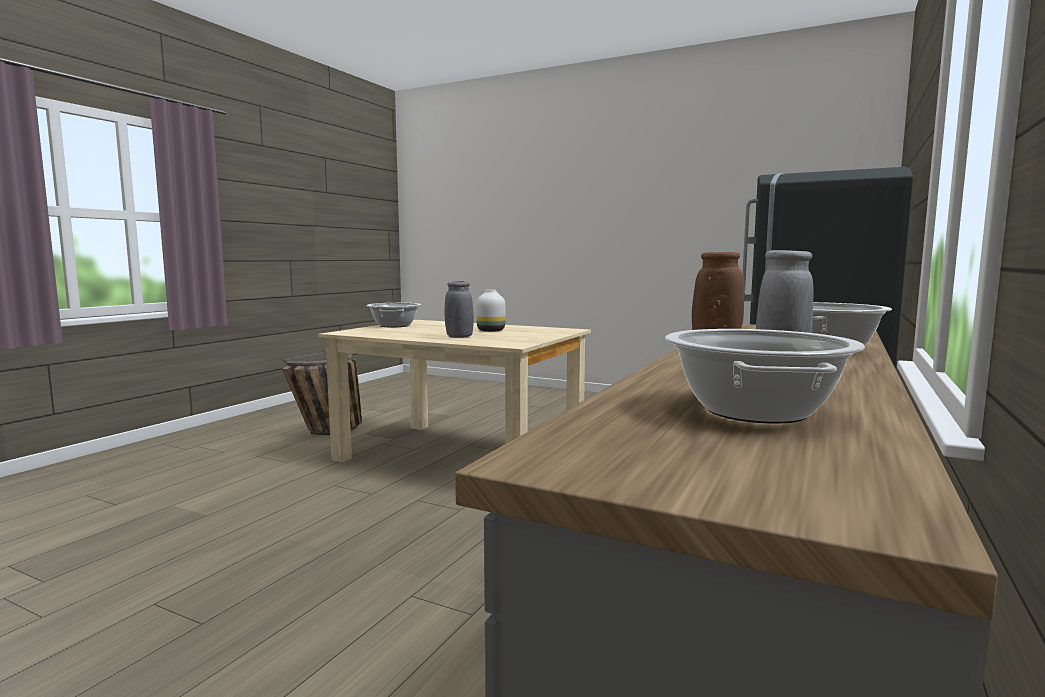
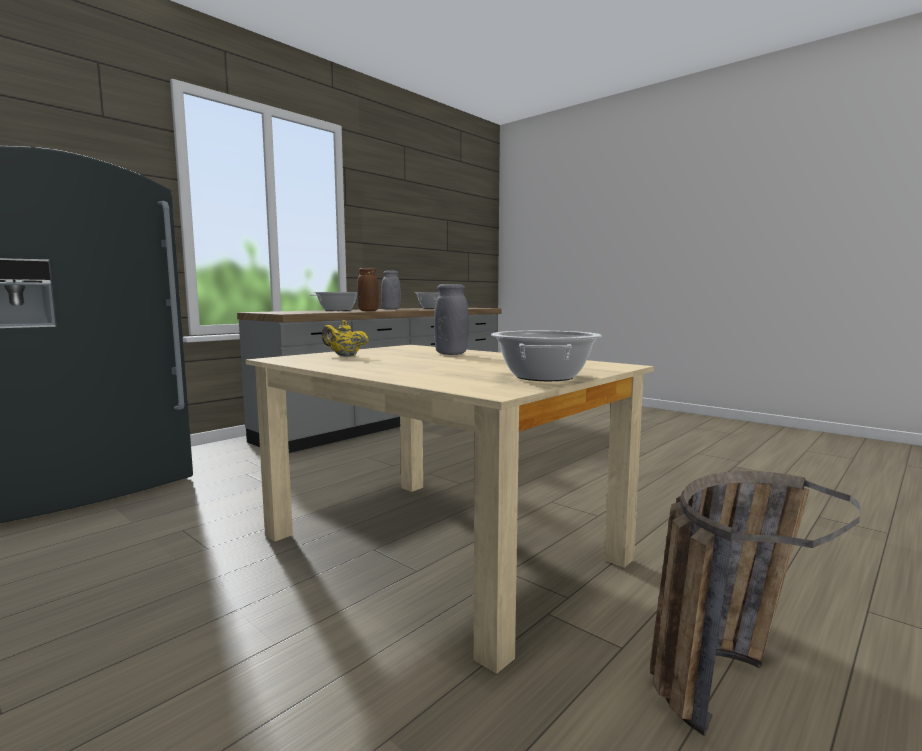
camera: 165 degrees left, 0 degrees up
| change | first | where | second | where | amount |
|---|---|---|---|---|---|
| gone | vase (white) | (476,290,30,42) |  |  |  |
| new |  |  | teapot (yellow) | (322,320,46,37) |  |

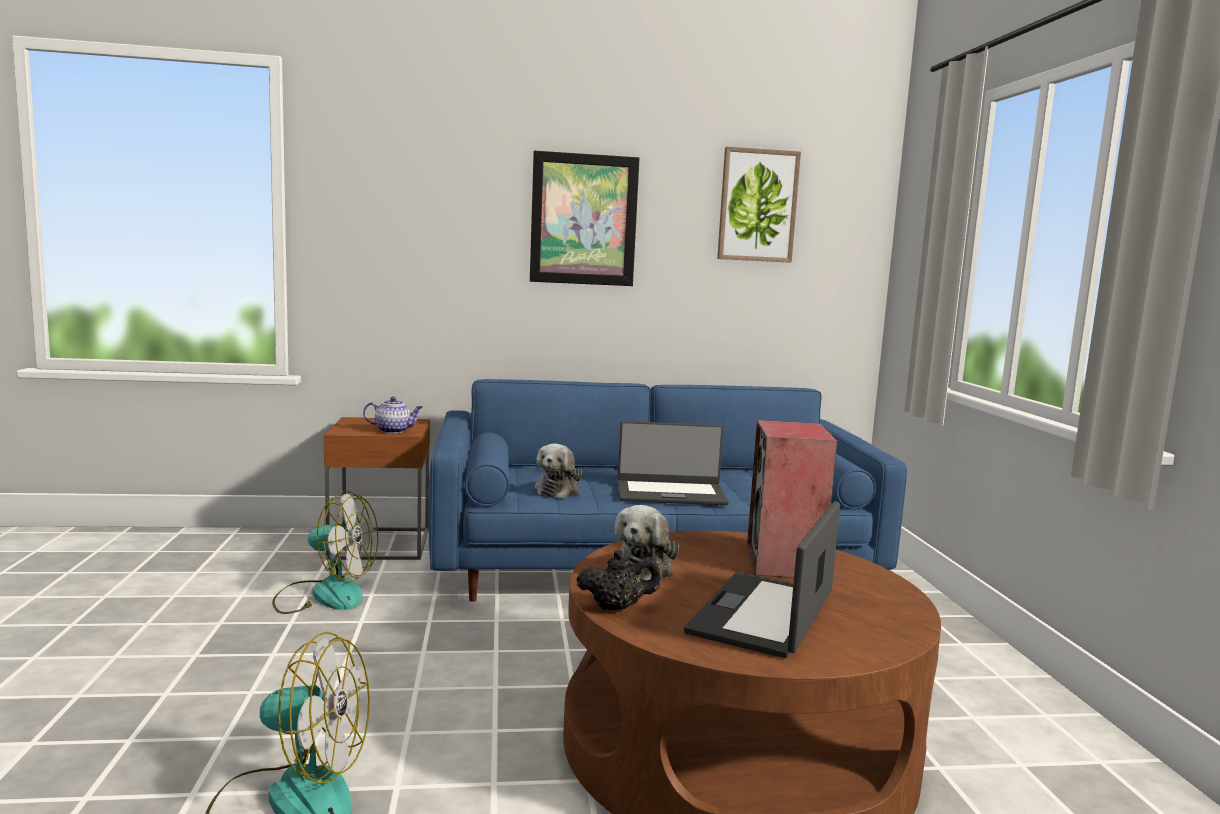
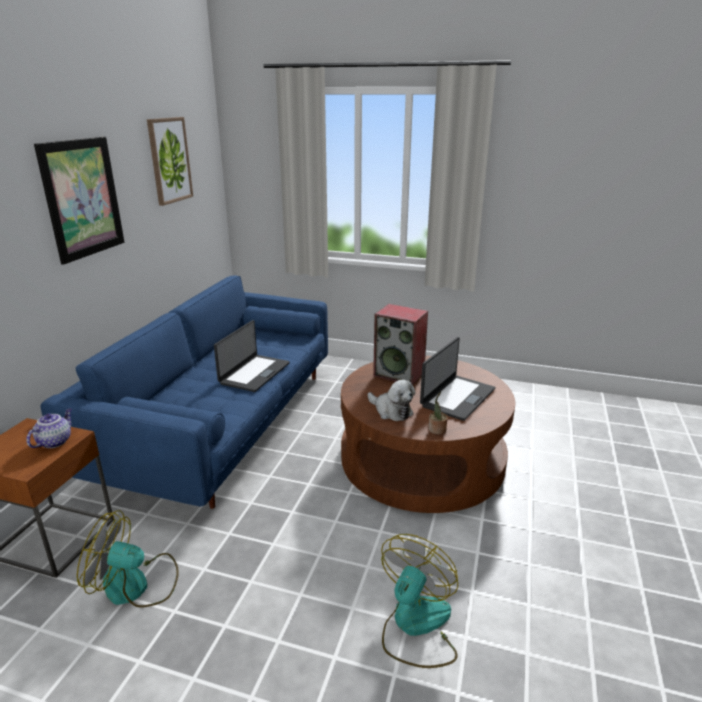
camera: 65 degrees left, 15 degrees up
| change | first | where | second | where | amount |
|---|---|---|---|---|---|
| gone | plush toy | (535,444,47,55) |  |  |  |
| swapped | teapot (black) | (576,550,86,61) | potted plant | (429,391,19,44) |  |
| rotated | fan | (272,491,106,123) |  | (77,510,102,98) | 120 degrees counterclockwise |
| rotated | laptop | (684,501,156,157) |  | (420,337,75,84) | 105 degrees counterclockwise |

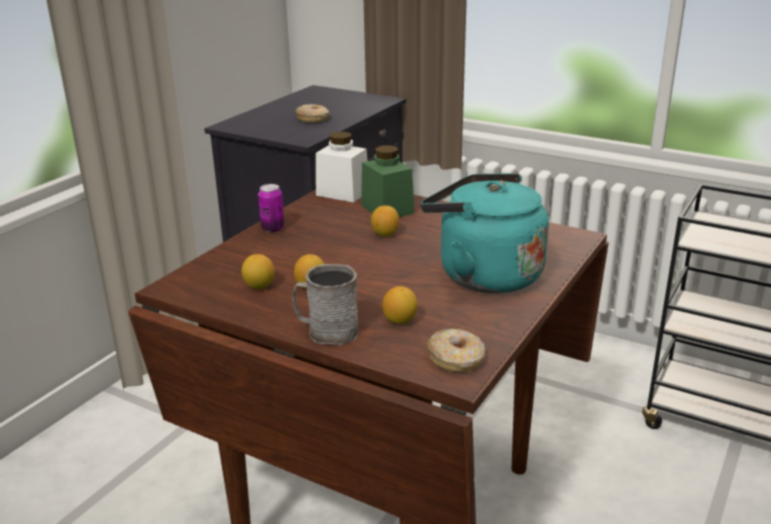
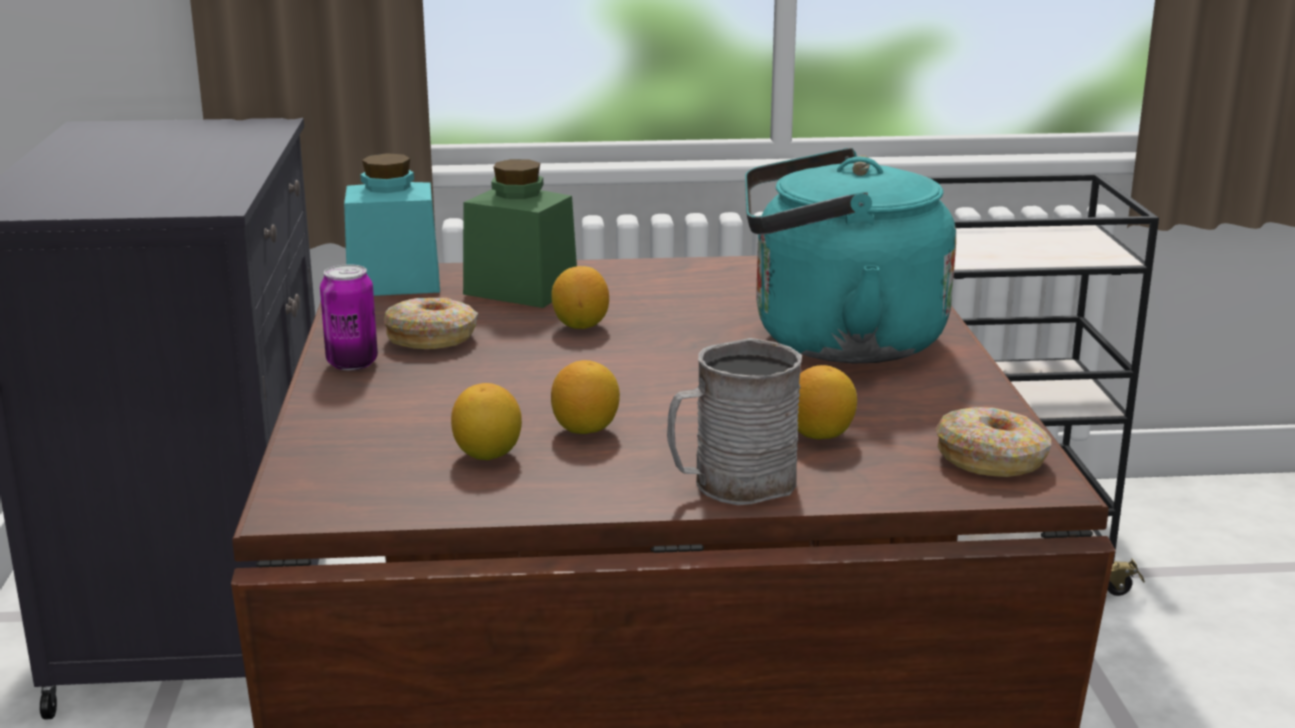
camera: 35 degrees left, 5 degrees down
| change | first | where | second | where | amount |
|---|---|---|---|---|---|
| shifted | donut | (296,104,33,18) |  | (384,298,94,51) |  |
| repainted | jar (white) | (316,132,51,70) | jar (turquoise) | (344,153,96,143) |  |

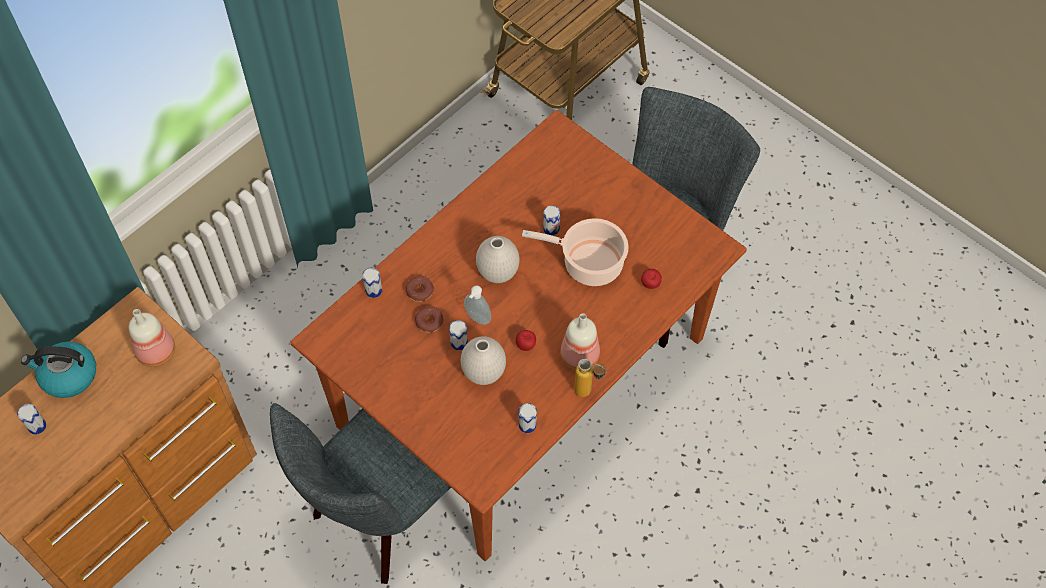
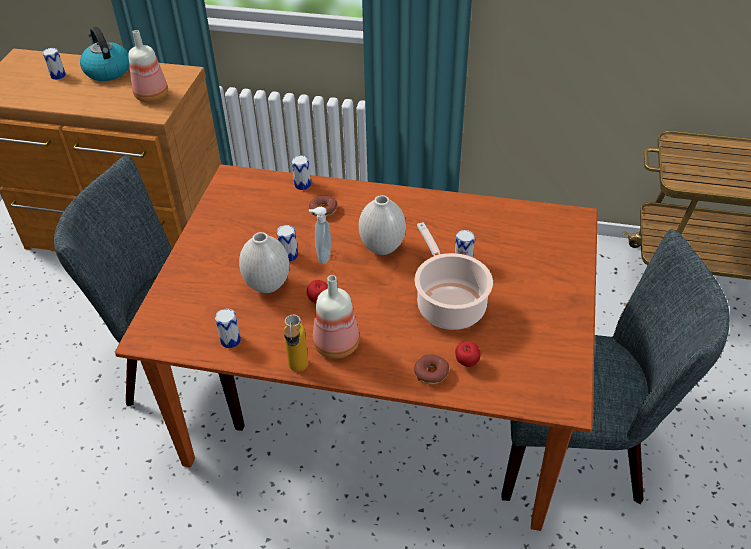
camera: 60 degrees right, 15 degrees down
| change | first | where | second | where | amount |
|---|---|---|---|---|---|
| shifted | donut | (415,306,29,27) |  | (414,354,35,30) |  |

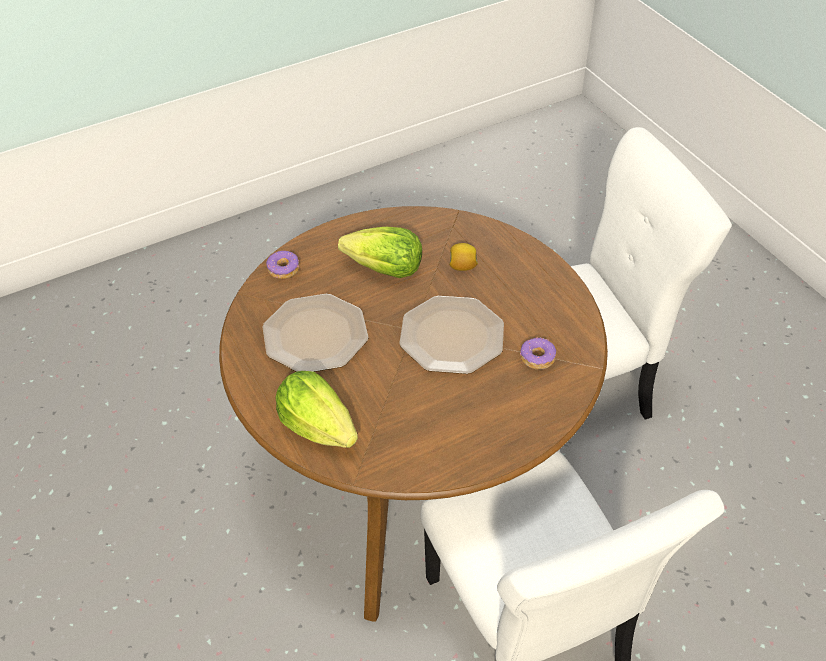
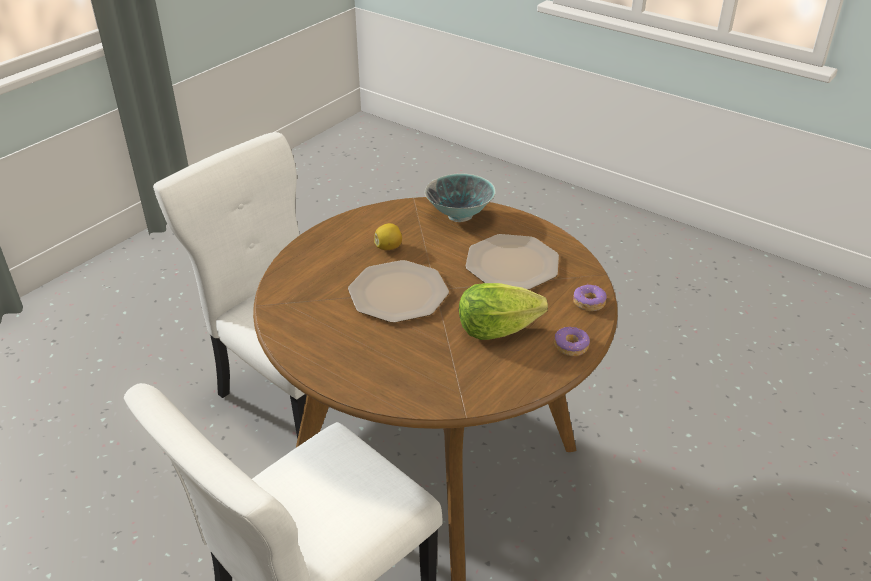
camera: 155 degrees right, 10 degrees down
| change | first | where | second | where | amount |
|---|---|---|---|---|---|
| shifted | lemon | (449,243,29,28) |  | (374,223,28,27) |  |
| shifted | donut | (520,337,36,33) |  | (554,327,36,29) |  |
| swapped | lettuce | (275,371,83,77) | bowl | (425,173,71,49) |  |

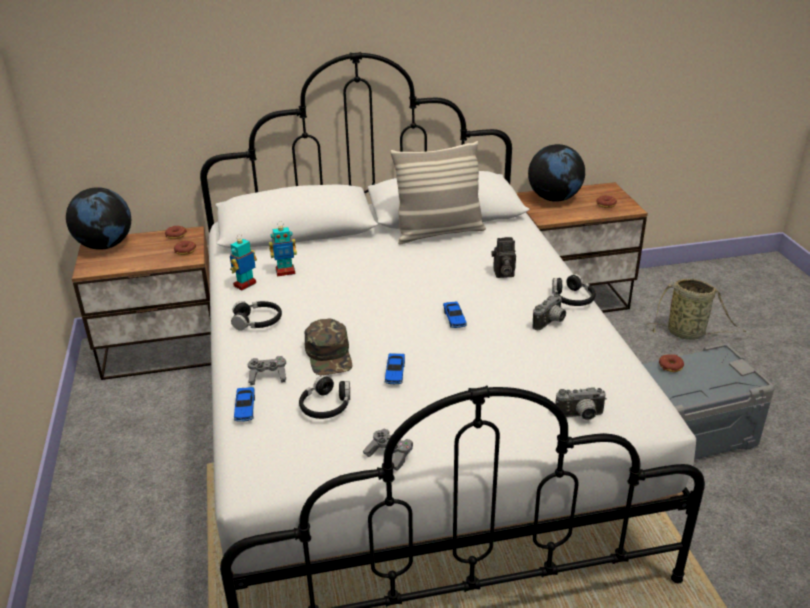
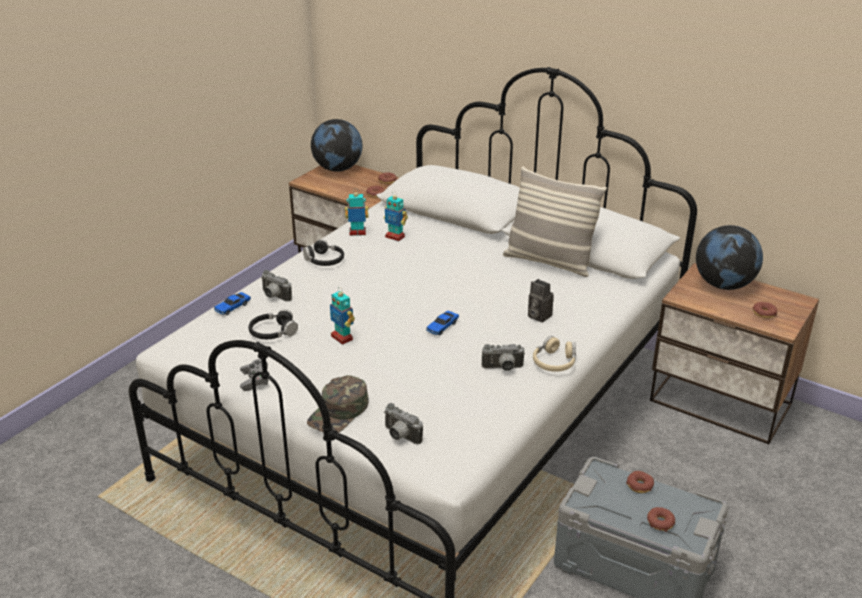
camera: 45 degrees right, 0 degrees up
| change | first | where | second | where | amount |
|---|---|---|---|---|---|
| gone | basket | (647,279,100,61) |  |  |  |
| new |  |  | donut | (647,507,28,25) |  |
| shifted | cap (green) | (304,319,48,56) |  | (307,375,61,58) |  |
| swapped | game controller (grey) | (248,356,38,29) | photo camera | (262,270,30,32) |  |
| swapped | toy car | (384,353,21,31) | toy robot | (330,287,25,58) |  |
| repainted | headphones (black) | (552,274,44,32) | headphones (beige) | (533,336,43,36) |  |

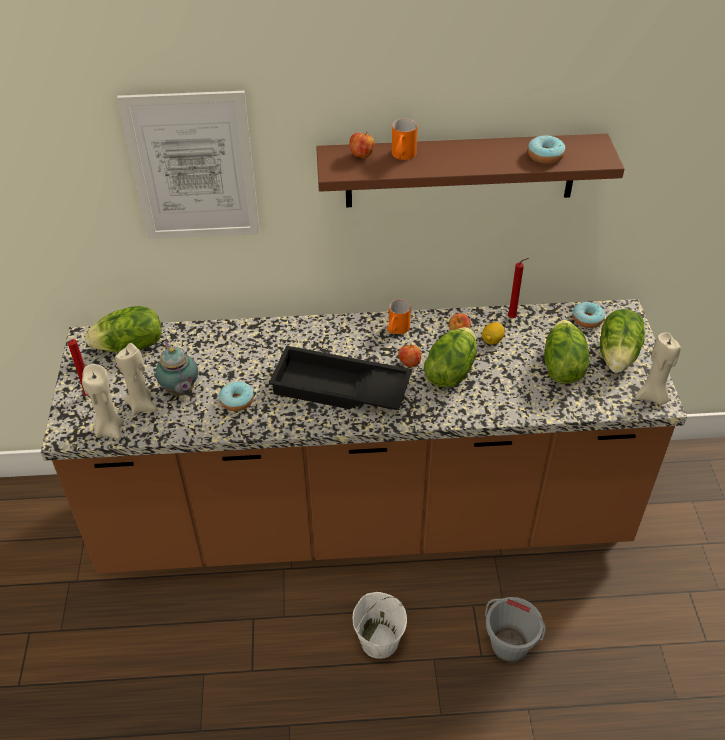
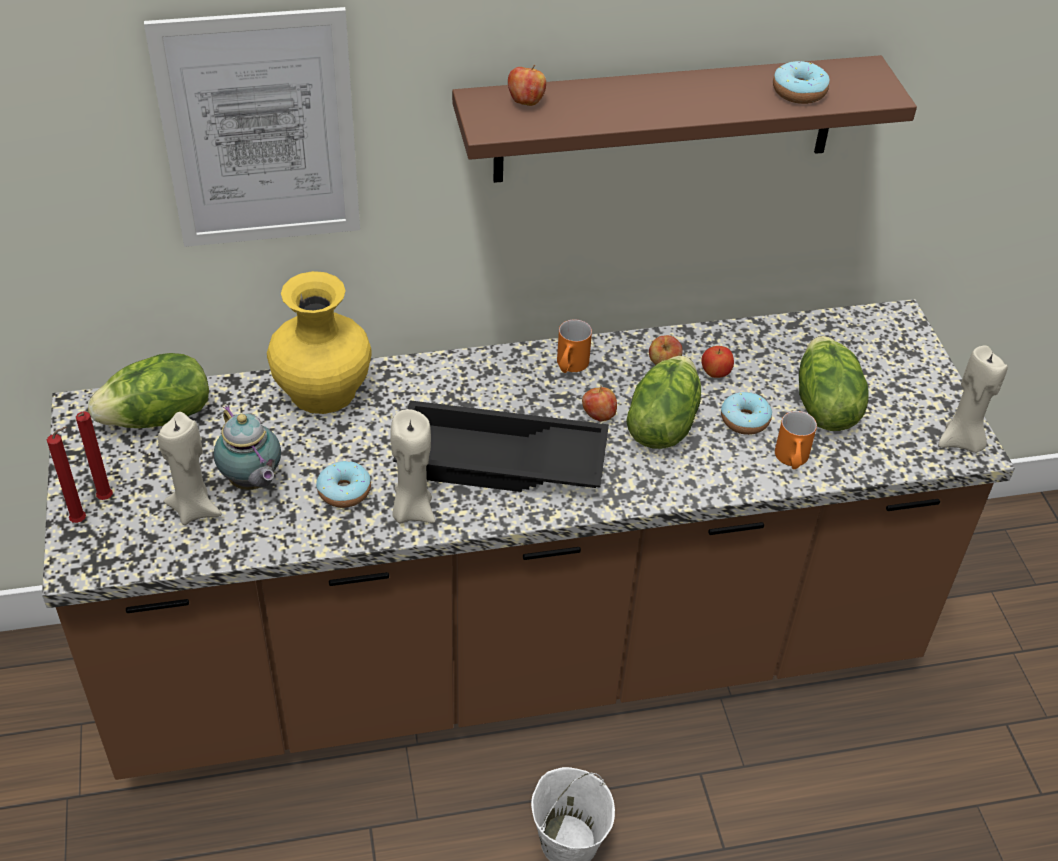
camera: 10 degrees left, 0 degrees up
| change | first | where | second | where | amount |
|---|---|---|---|---|---|
| gone | bucket (grey) | (485,597,61,65) |  |  |  |
| gone | lettuce | (600,309,45,64) |  |  |  |
| new |  |  | vase (yellow) | (267,271,105,143) |  |
| shifted | candle (beige) | (82,364,42,75) |  | (390,409,45,114) |  |
| shifted | mug (orange) | (392,119,25,41) |  | (775,411,42,58) |  |
| shifted | candle (red) | (508,258,21,60) |  | (47,427,39,96) |  |
| shifted | donut | (572,302,33,26) |  | (721,392,51,43) |  |
| swapped | lemon | (482,322,23,23) | apple | (701,346,33,32) |  |

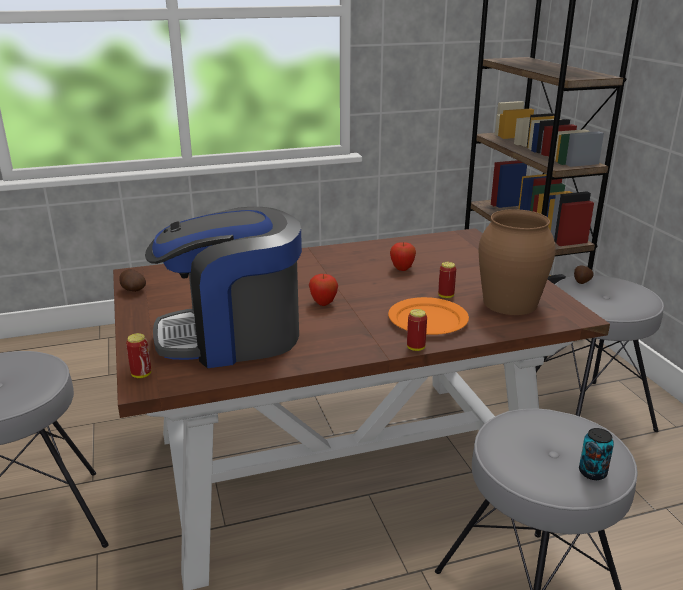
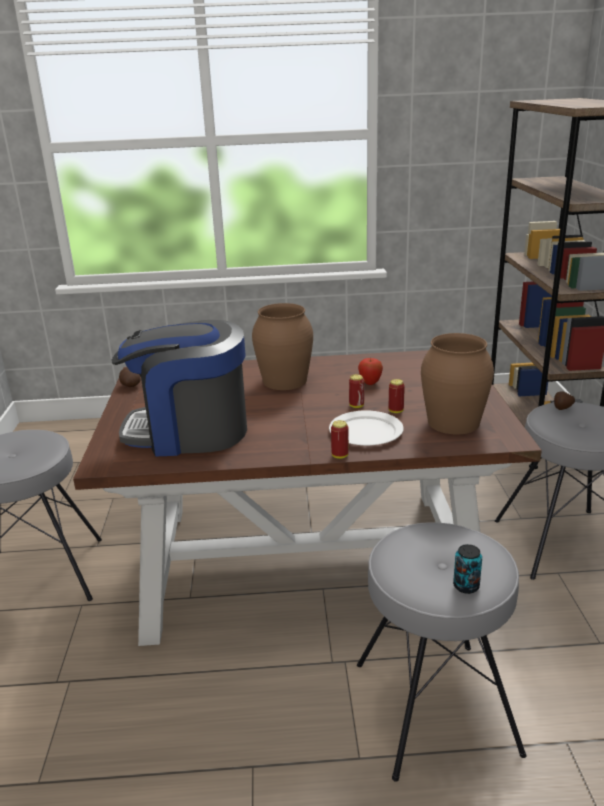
camera: 15 degrees right, 0 degrees up
| change | first | where | second | where | amount |
|---|---|---|---|---|---|
| gone | apple | (309,274,29,32) |  |  |  |
| new |  |  | vase (brown) | (252,303,61,87) |  |
| shifted | can | (126,333,25,45) |  | (349,374,15,34) |  |
| repainted | plate (orange) | (388,297,81,38) | plate (white) | (329,410,75,36) |  |

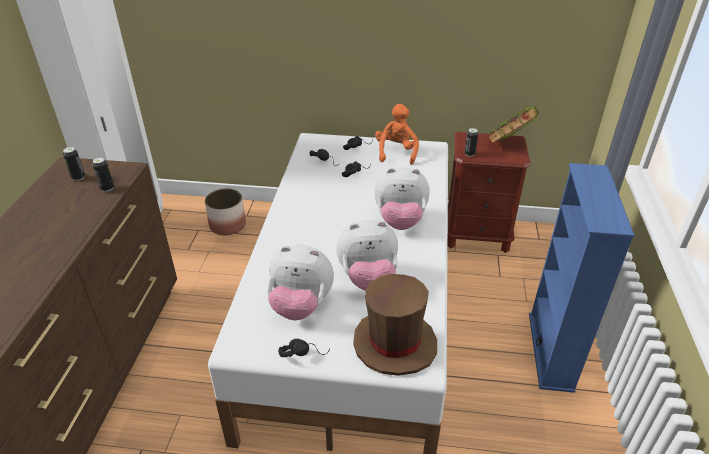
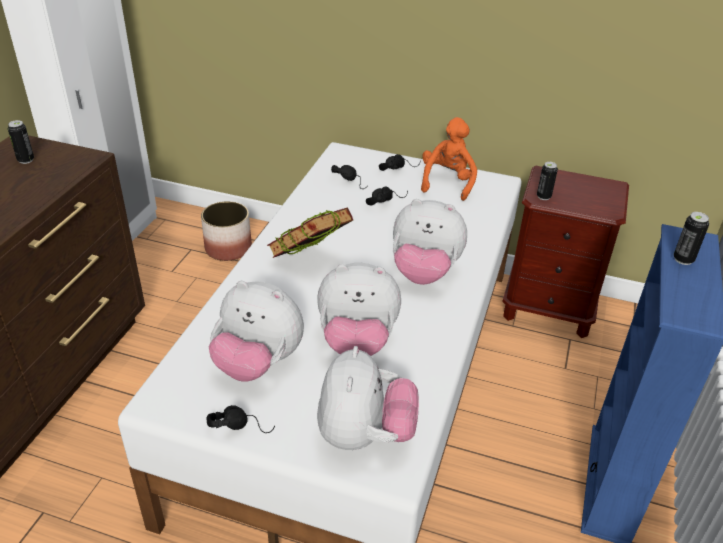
camera: 10 degrees right, 0 degrees up
| change | first | where | second | where | amount |
|---|---|---|---|---|---|
| shifted | can | (92,157,22,35) |  | (674,212,35,53) |  |
| shifted | book | (488,105,51,39) |  | (267,207,86,51) |  |
| swapped | hat (brown) | (354,274,83,102) | plush toy | (317,346,102,104) |  |

